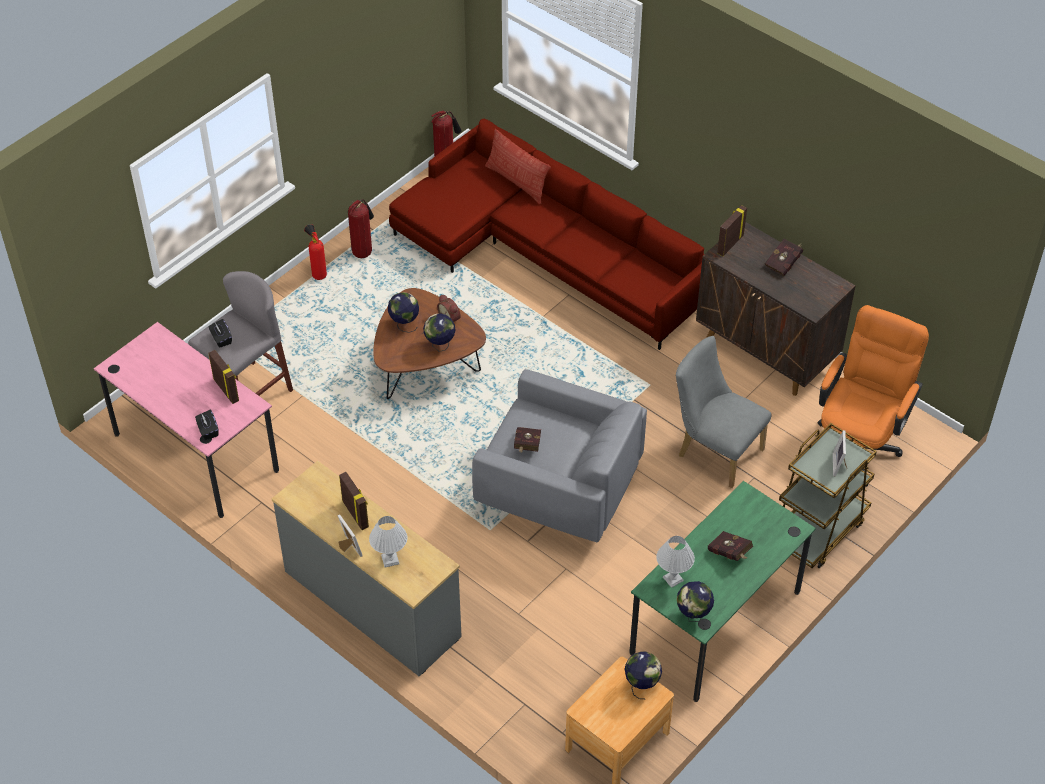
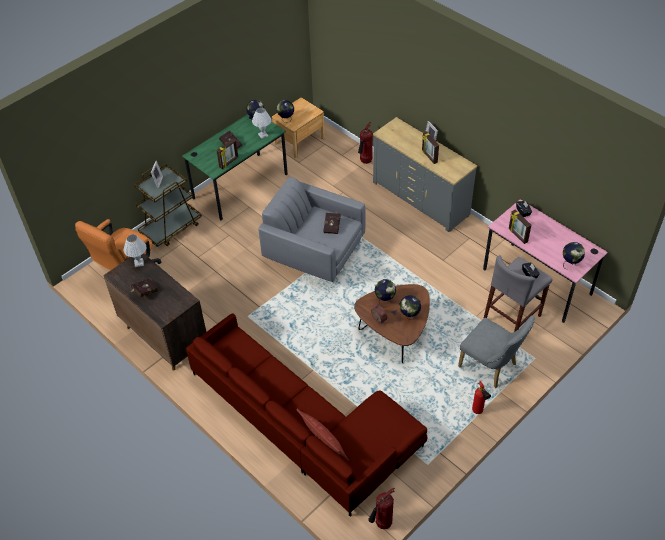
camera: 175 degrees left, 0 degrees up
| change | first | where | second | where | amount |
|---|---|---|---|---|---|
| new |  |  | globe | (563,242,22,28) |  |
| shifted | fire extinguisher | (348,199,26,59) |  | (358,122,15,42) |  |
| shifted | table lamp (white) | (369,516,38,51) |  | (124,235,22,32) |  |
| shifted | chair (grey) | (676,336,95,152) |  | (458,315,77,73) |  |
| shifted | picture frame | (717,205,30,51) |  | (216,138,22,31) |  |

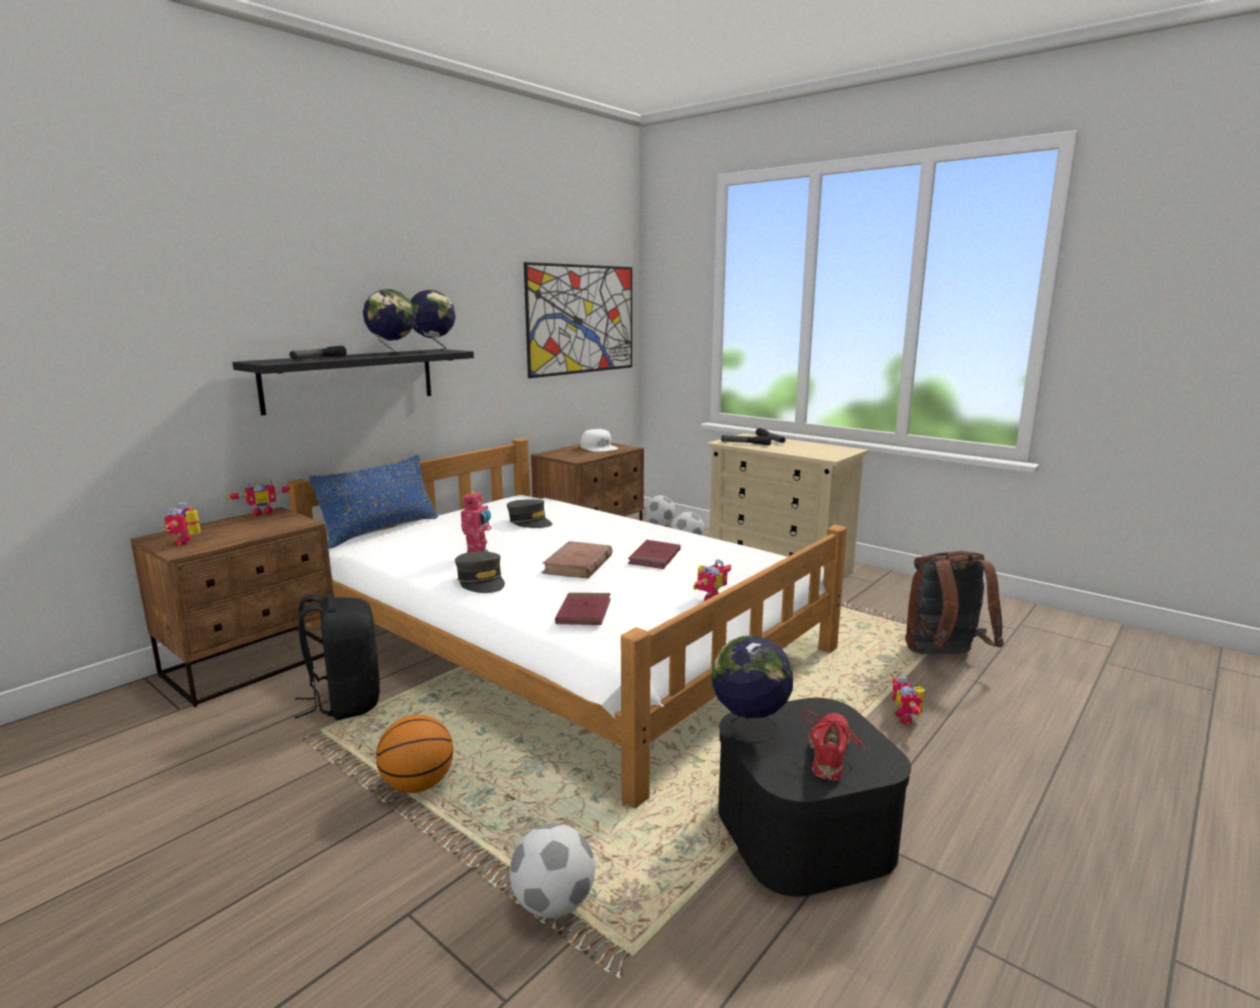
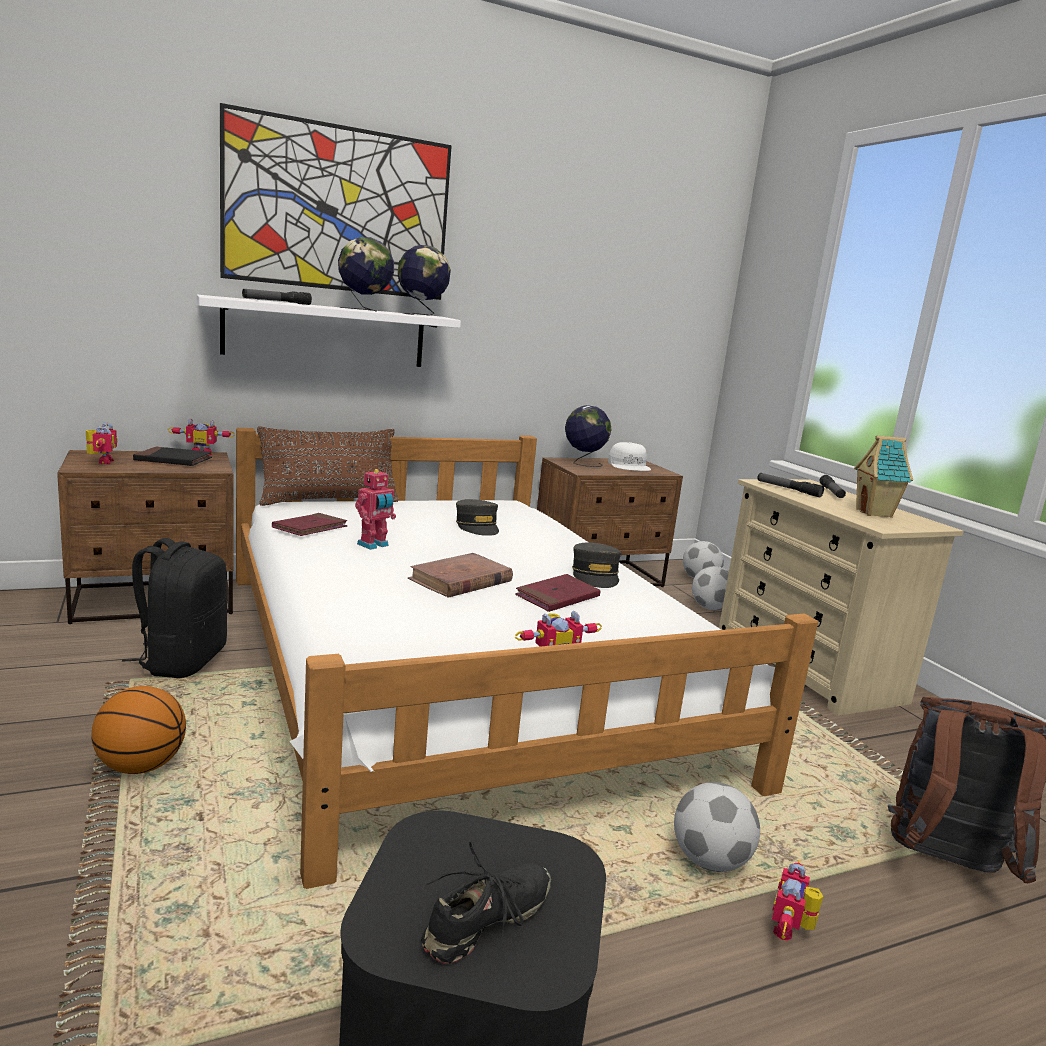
camera: 25 degrees right, 0 degrees up
| change | first | where | second | where | amount |
|---|---|---|---|---|---|
| new |  |  | book (black) | (133,446,79,20) |  |
| new |  |  | toy house | (854,435,59,83) |  |
| shifted | cap (grey) | (455,551,50,42) |  | (572,542,49,46) |  |
| shifted | football | (510,823,85,95) |  | (674,782,86,90) |  |
| shifted | picture | (524,262,108,116) |  | (220,103,232,197) |  |
| shifted | book (red) | (555,593,56,32) |  | (272,513,75,23) |  |
| shifted | globe | (711,635,82,109) |  | (565,405,47,62) |  |
| repainted | shelf (black) | (232,349,242,66) | shelf (white) | (197,295,264,72) |  |
| repainted | pillow (blue) | (308,455,130,94) | pillow (brown) | (257,426,142,80) |  |
| repainted | shoe (red) | (802,710,65,71) | shoe (black) | (421,842,130,122) |  |
| rotated | toy robot | (164,502,37,44) |  | (86,422,31,43) | 150 degrees clockwise |

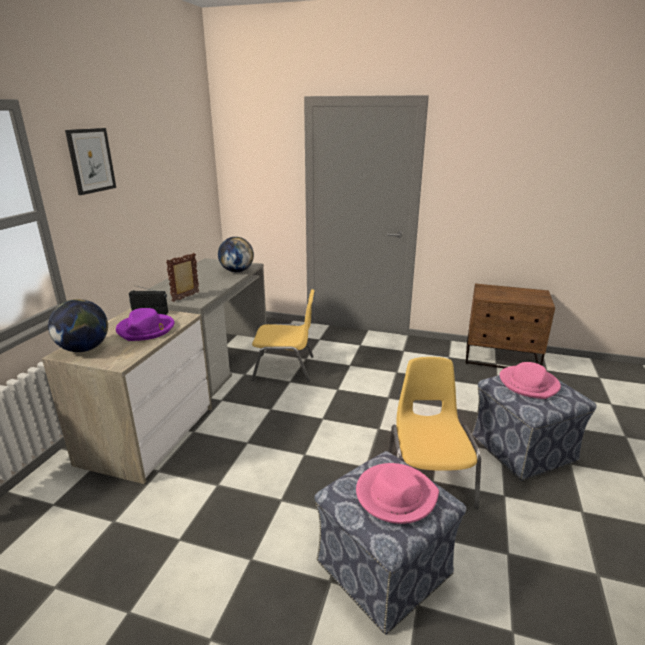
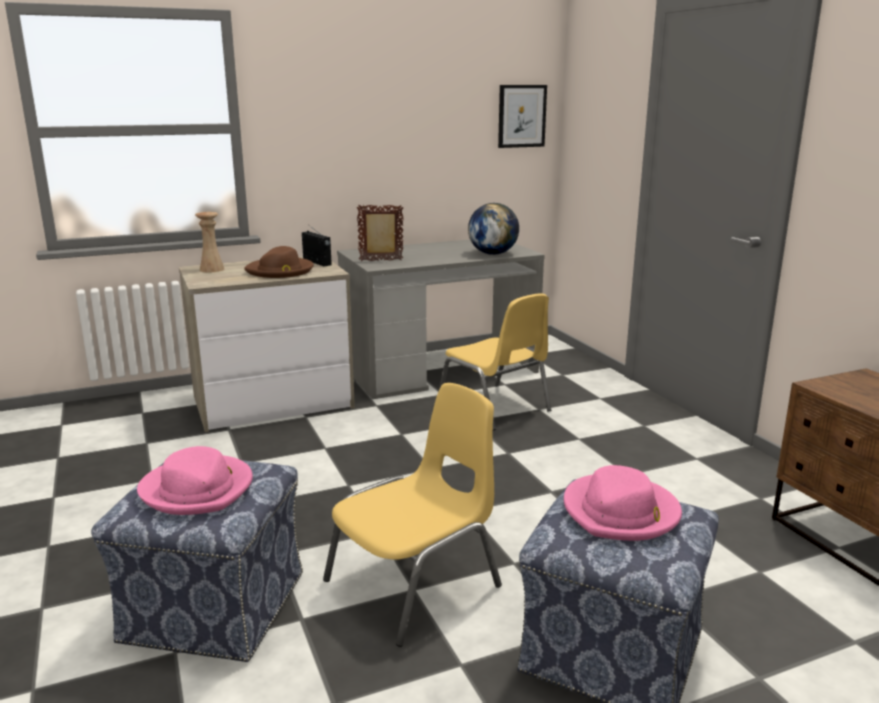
camera: 50 degrees right, 5 degrees down
| change | first | where | second | where | amount |
|---|---|---|---|---|---|
| shifted | picture | (65,128,51,67) |  | (498,85,49,63) |  |
| swapped | globe | (48,299,60,53) | vase (beige) | (195,212,29,60) |  |
| repainted | hat (purple) | (116,308,59,33) | hat (brown) | (244,246,70,32) |  |

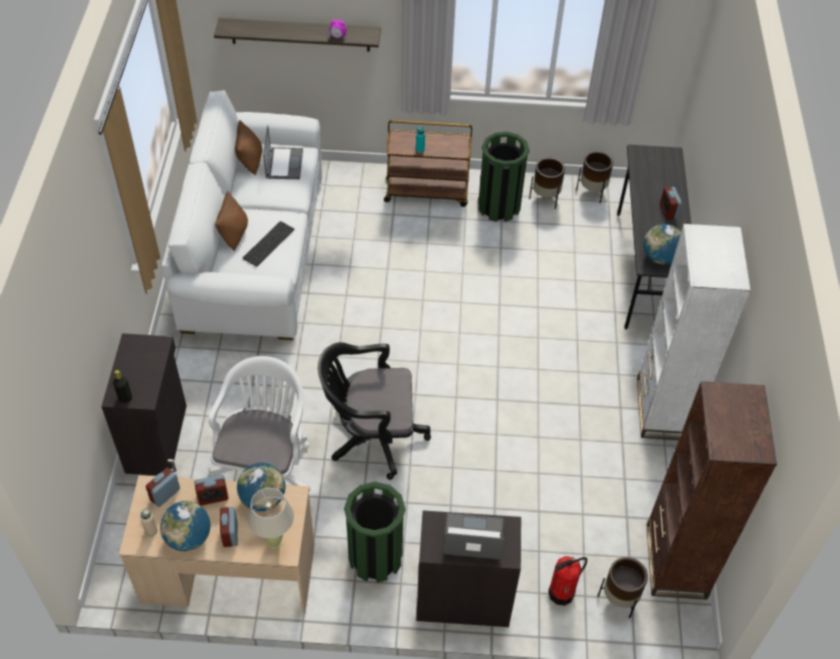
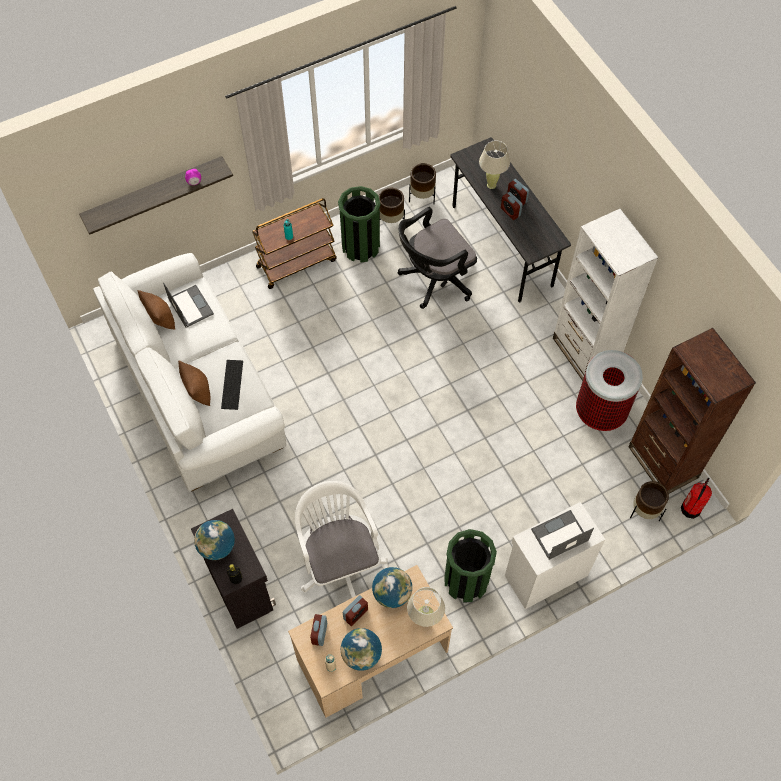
camera: 30 degrees left, 10 degrees up
| change | first | where | second | where | amount |
|---|---|---|---|---|---|
| new |  |  | table lamp (beige) | (479,141,31,48) |  |
| new |  |  | trash can | (576,350,67,81) |  |
| shifted | alarm clock | (220,507,18,40) |  | (501,192,22,28) |  |
| shifted | office chair (black) | (318,342,113,138) |  | (398,207,79,102) |  |
| shifted | fire extinguisher | (548,556,39,50) |  | (681,478,31,41) |  |
| shifted | globe | (643,224,38,41) |  | (194,520,41,40) |  |
| repainted | cabinet (black) | (416,510,105,117) | cabinet (white) | (505,502,100,107) |  |

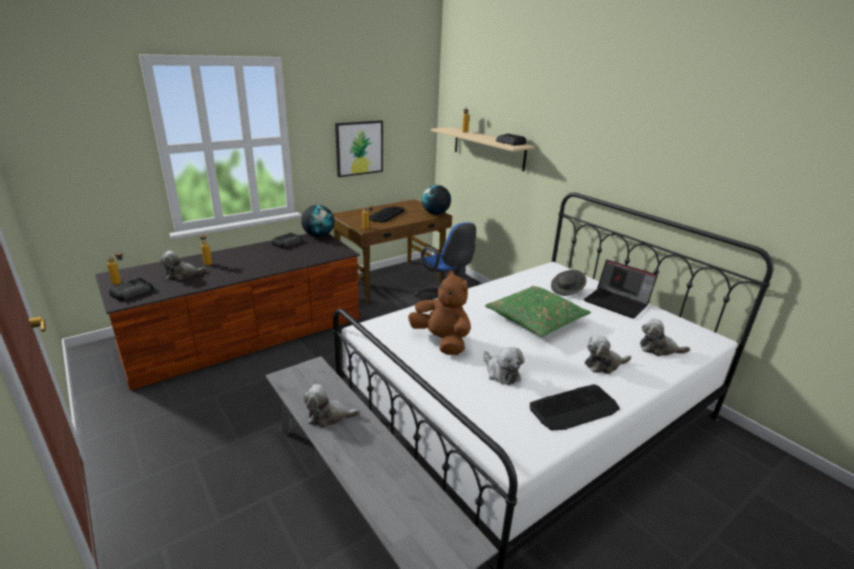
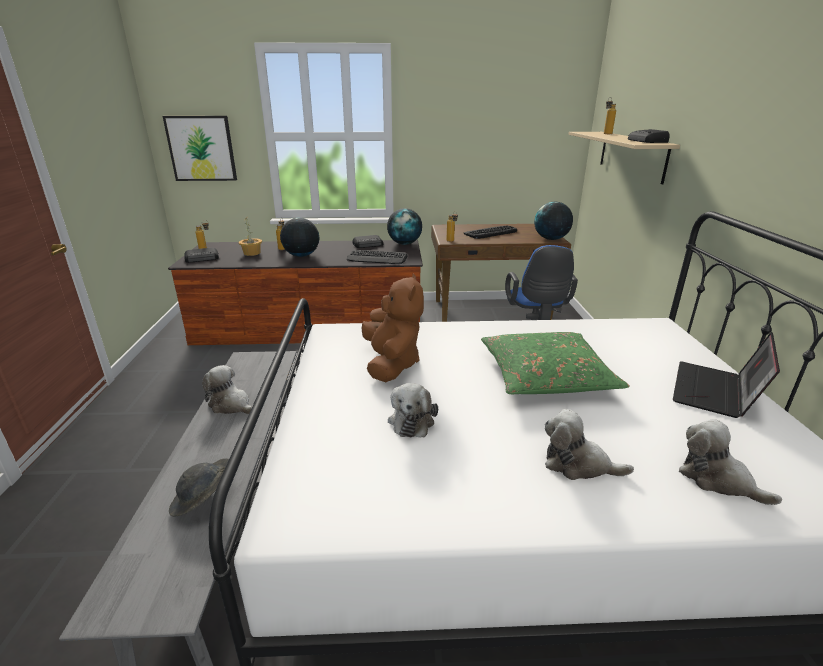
camera: 35 degrees right, 0 degrees up
| change | first | where | second | where | amount |
|---|---|---|---|---|---|
| new |  |  | globe | (280,218,39,39) |  |
| shifted | picture | (335,120,48,57) |  | (163,116,74,65) |  |
| shifted | keyboard | (530,384,90,47) |  | (347,250,61,14) |  |
| shifted | hat (grey) | (551,270,35,26) |  | (169,458,60,59) |  |
| swapped | plush toy | (160,251,46,29) | potted plant | (238,216,24,40) |  |
| rotated | laptop | (584,260,74,59) |  | (673,332,107,86) | 45 degrees clockwise |

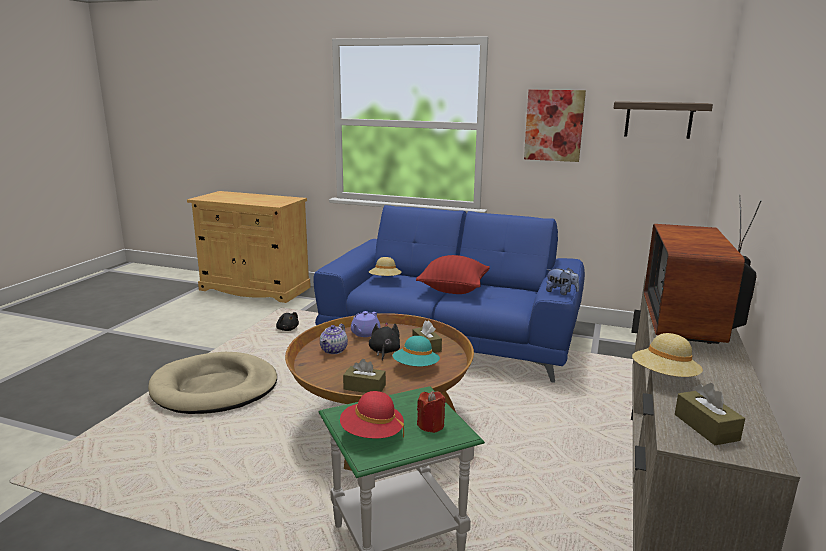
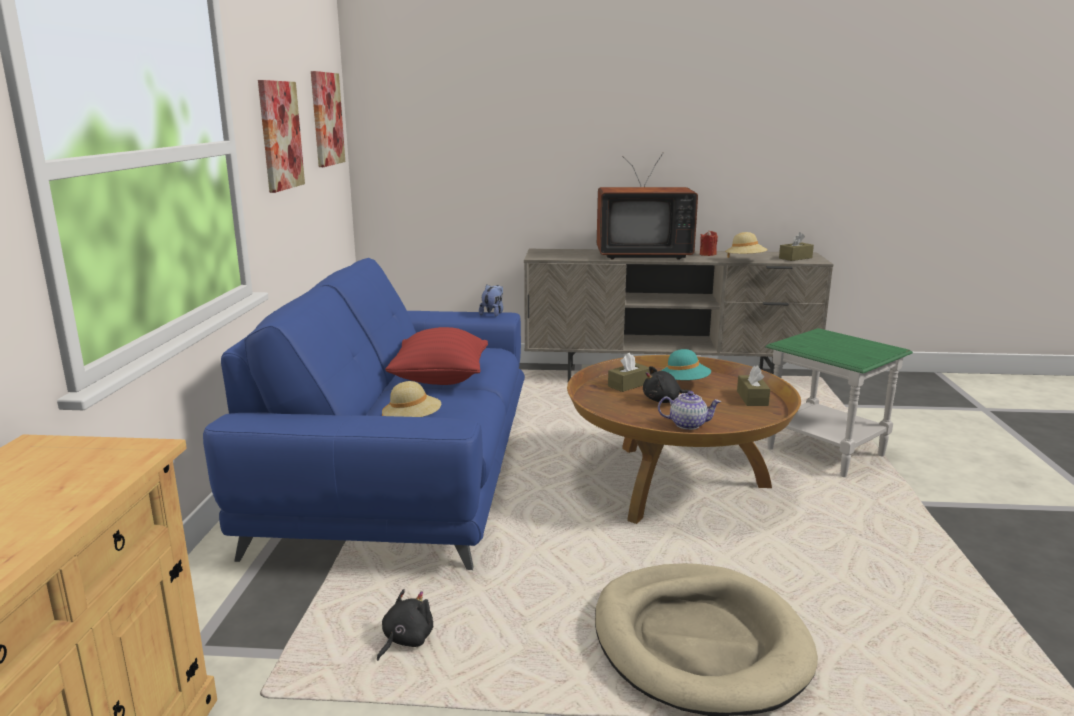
camera: 105 degrees left, 0 degrees up
| change | first | where | second | where | amount |
|---|---|---|---|---|---|
| gone | hat (red) | (340,391,64,48) |  |  |  |
| gone | teapot (purple) | (351,311,29,26) |  |  |  |
| shifted | candle (red) | (417,391,29,42) |  | (700,230,18,26) |  |
| swapped | shelf | (613,101,100,38) | picture | (311,71,34,96) |  |

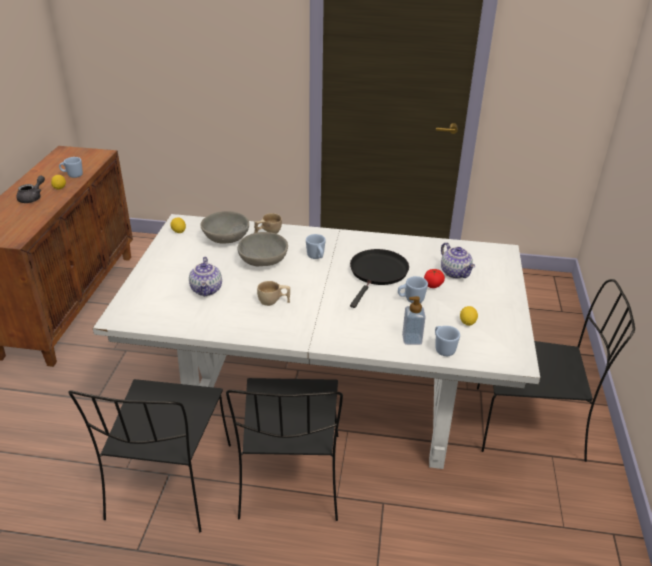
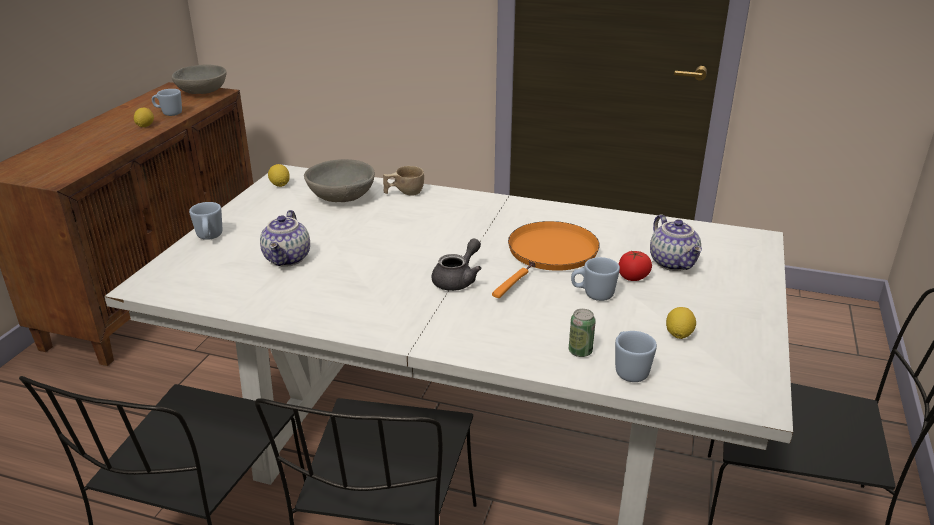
camera: 10 degrees right, 5 degrees down
| change | first | where | second | where | amount |
|---|---|---|---|---|---|
| gone | cup (beige) | (257,281,33,25) |  |  |  |
| shifted | teapot (grey) | (16,175,29,28) |  | (432,238,49,53) |  |
| shifted | bowl (grey) | (237,232,51,34) |  | (172,65,55,29) |  |
| shifted | mug (blue) | (306,234,20,25) |  | (189,202,33,38) |  |
| swapped | soap dispenser | (402,296,24,49) | can | (569,309,27,48) |  |
| repainted | frying pan (black) | (350,249,59,59) | frying pan (orange) | (492,221,108,77) |  |

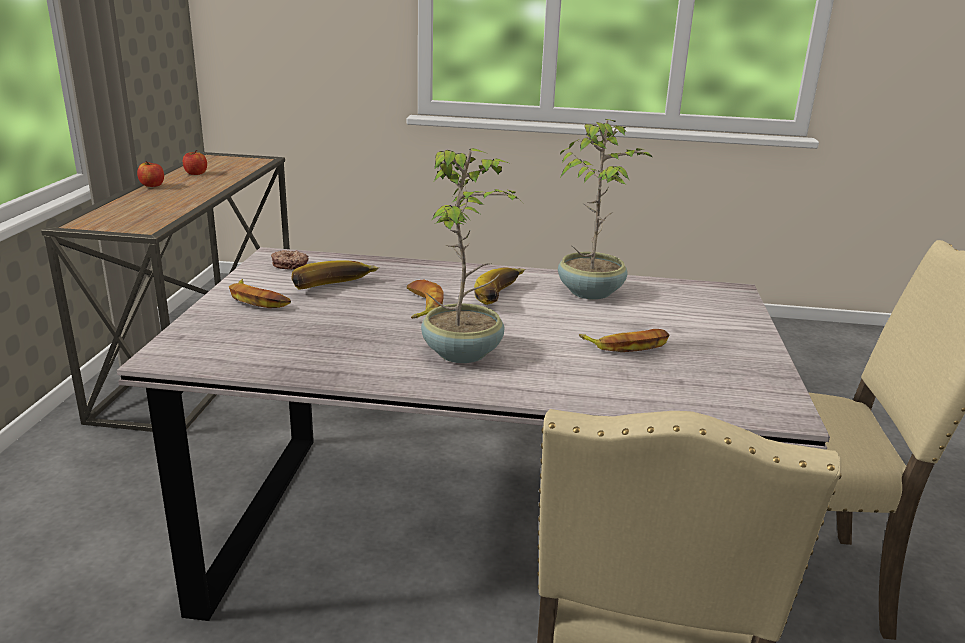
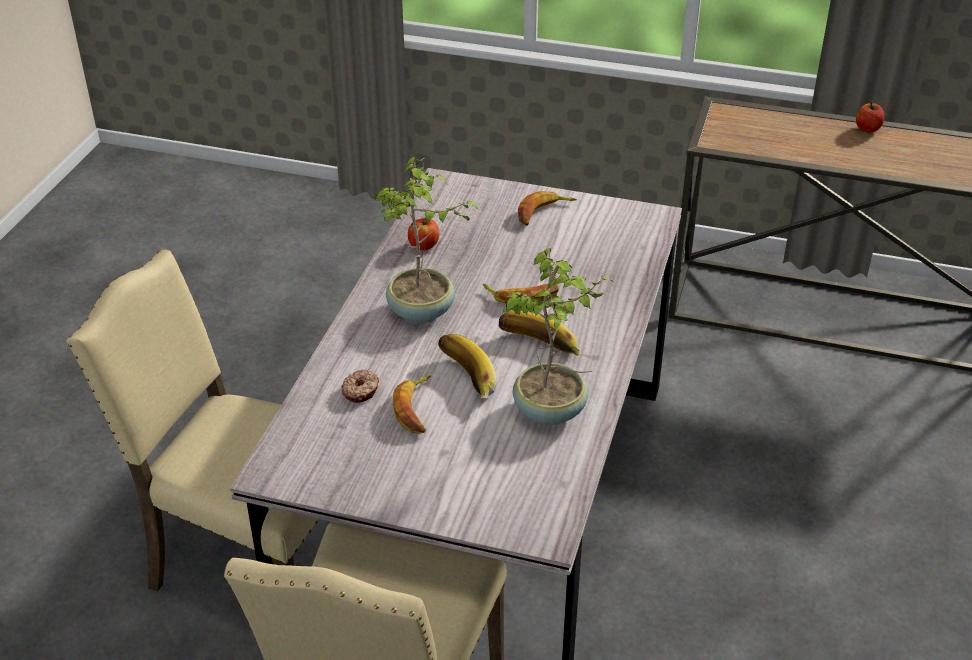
camera: 100 degrees right, 15 degrees up
| change | first | where | second | where | amount |
|---|---|---|---|---|---|
| shifted | apple | (183,150,24,25) |  | (408,218,31,33) |  |
| shifted | donut | (271,250,37,20) |  | (341,370,38,33) |  |
| shifted | banana | (292,260,87,30) |  | (438,334,59,65) |  |

